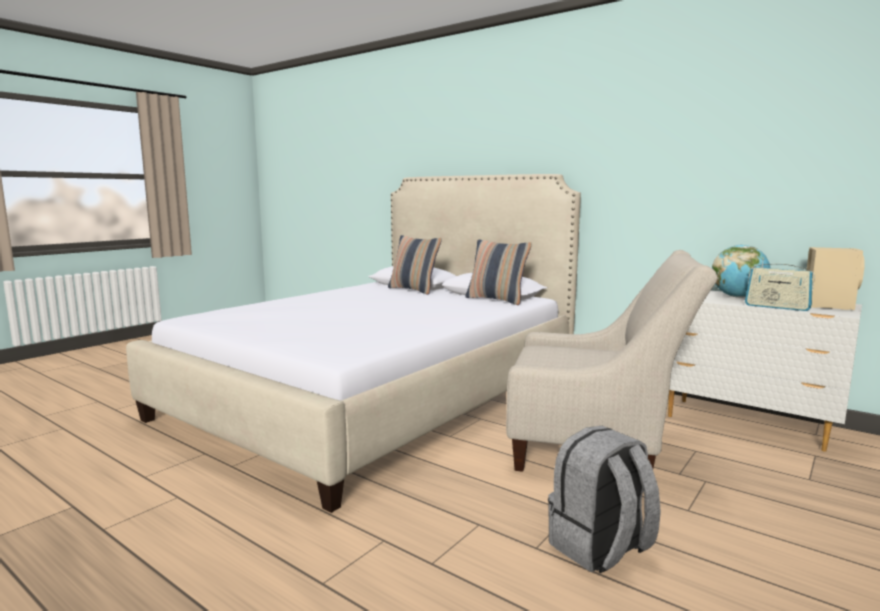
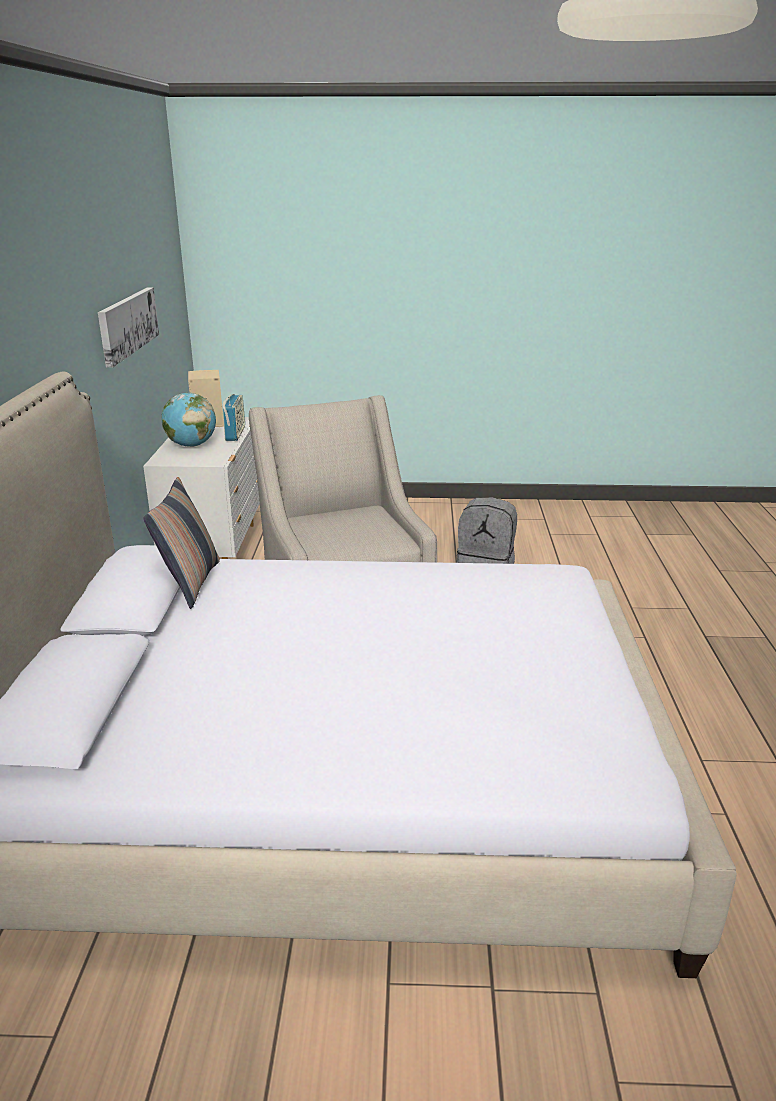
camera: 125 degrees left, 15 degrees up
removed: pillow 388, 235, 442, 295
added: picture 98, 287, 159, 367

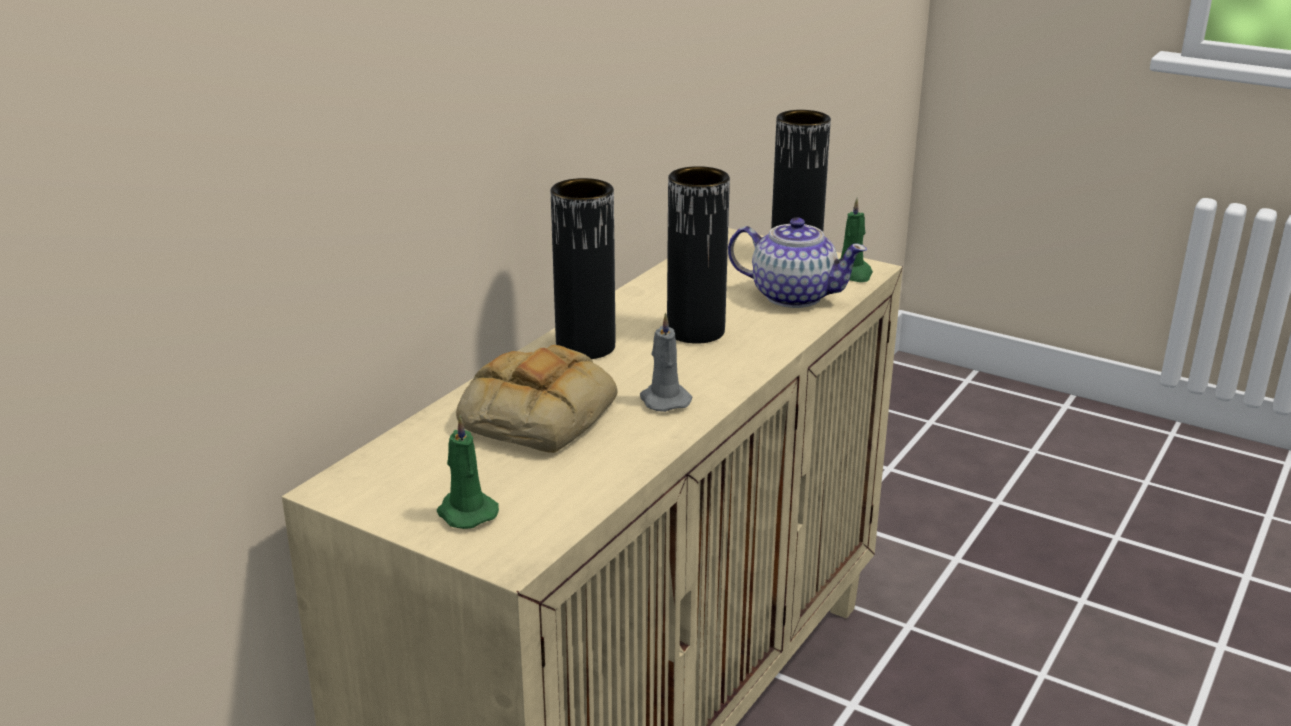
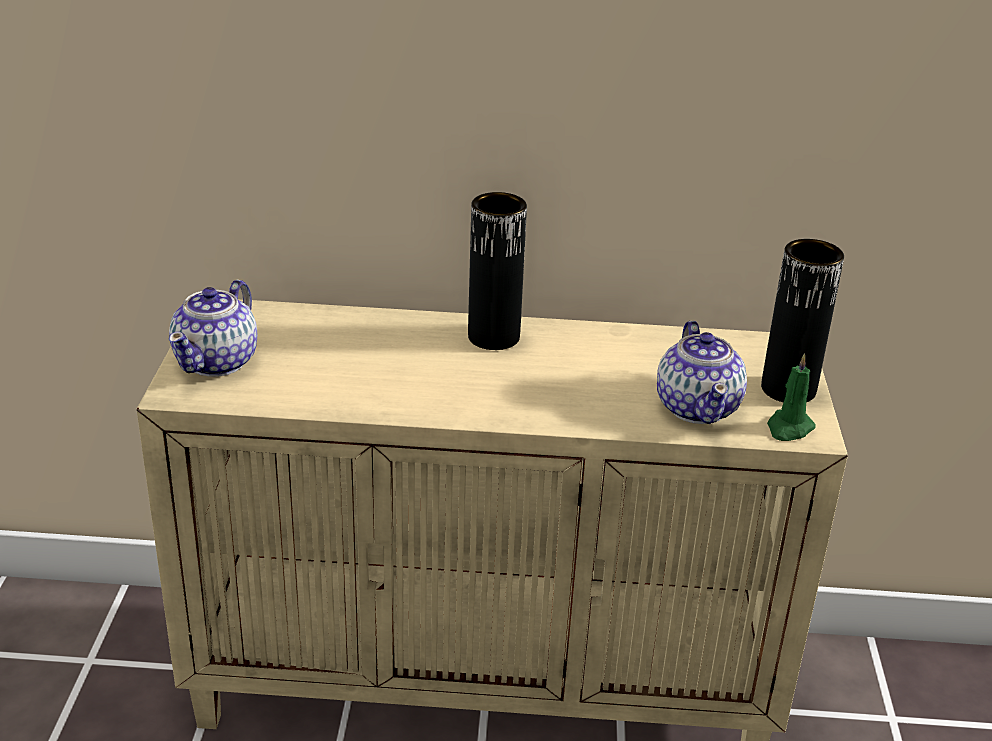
camera: 60 degrees right, 5 degrees up
removed: bread 456, 345, 617, 453; candle in grey 640, 312, 692, 412; vase in black 667, 166, 730, 344
replaced: candle in green 437, 415, 499, 529 to teapot 169, 279, 257, 377

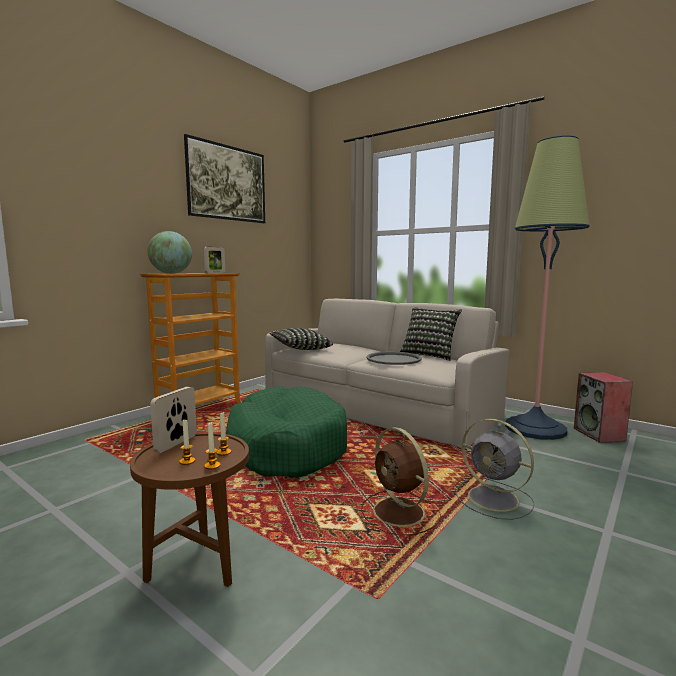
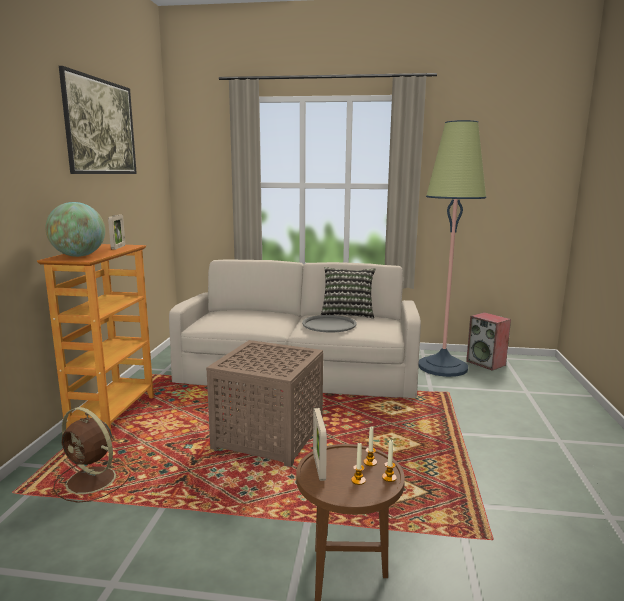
camera: 30 degrees left, 5 degrees up
removed: pillow 269, 328, 333, 350; fan in grey 456, 419, 534, 520
moved: fan in brown 361, 427, 441, 535 to 53, 407, 131, 503
replaced: dog bed in green 226, 386, 347, 478 to side table in brown 206, 340, 323, 467

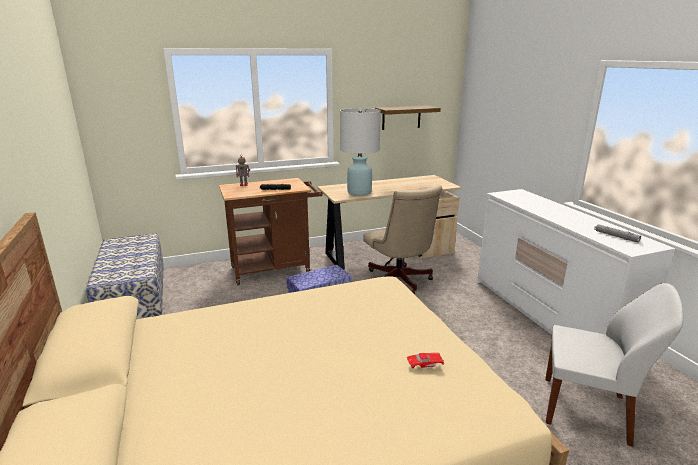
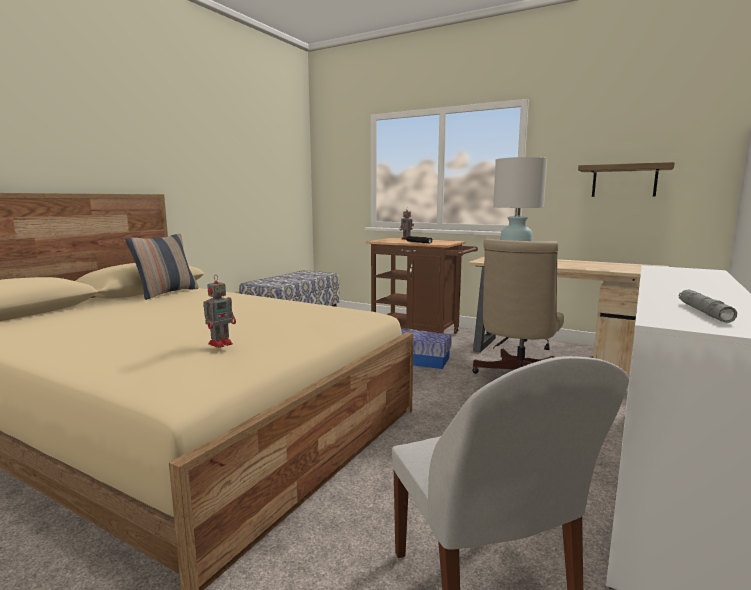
camera: 50 degrees right, 10 degrees down
added: pillow 125, 233, 199, 300
replaced: toy car in red 407, 353, 444, 368 to toy robot 203, 276, 236, 348

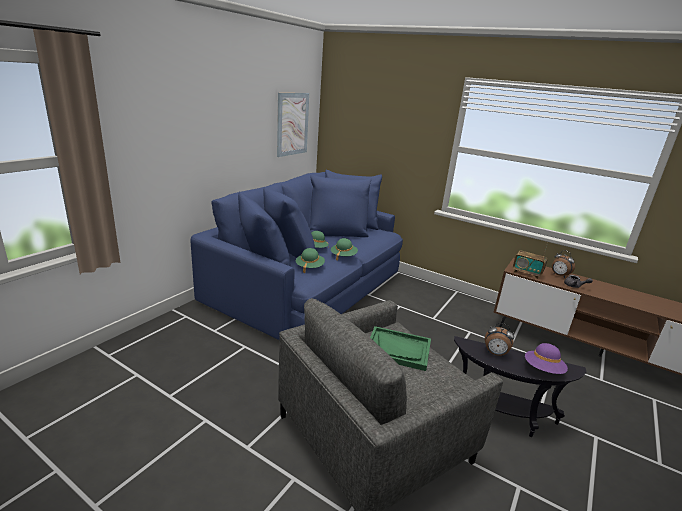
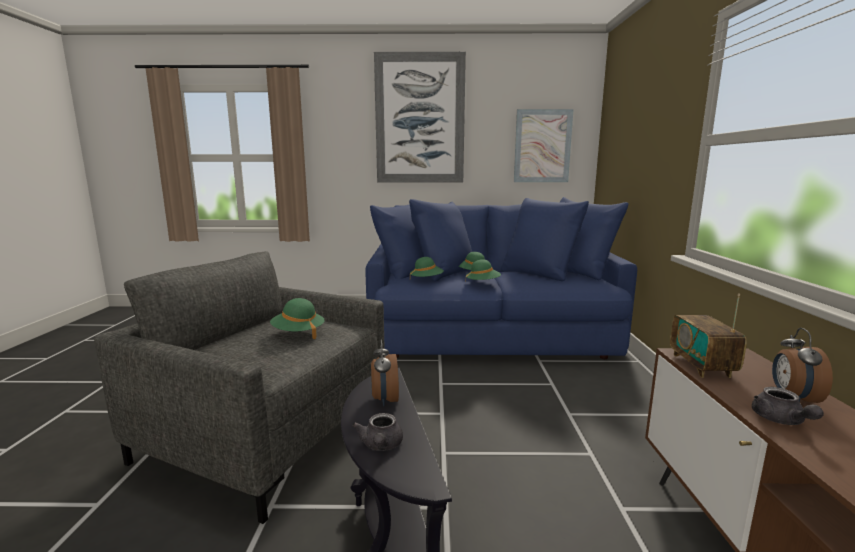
camera: 60 degrees right, 10 degrees down
added: picture 374, 52, 466, 183
replaced: tray in green 370, 326, 431, 371 to hat in green 270, 298, 325, 339; hat in purple 525, 343, 568, 374 to teapot in grey 352, 413, 403, 451

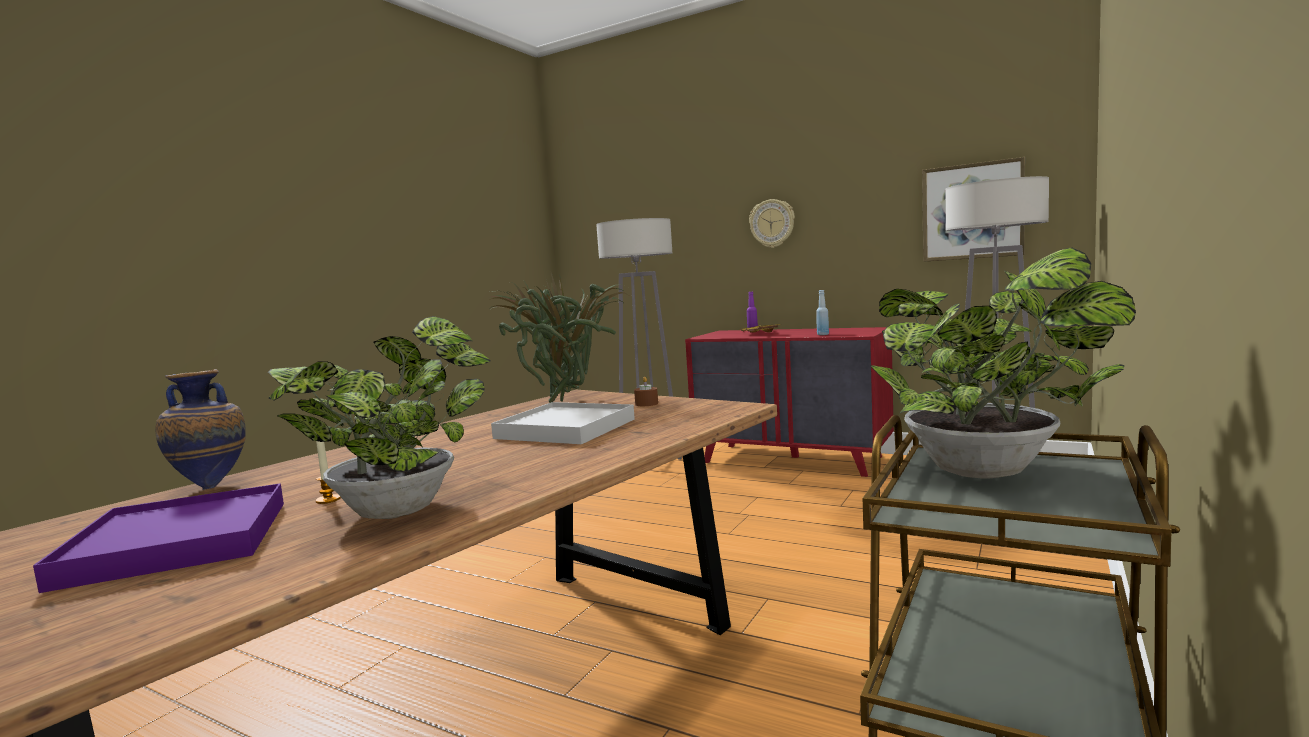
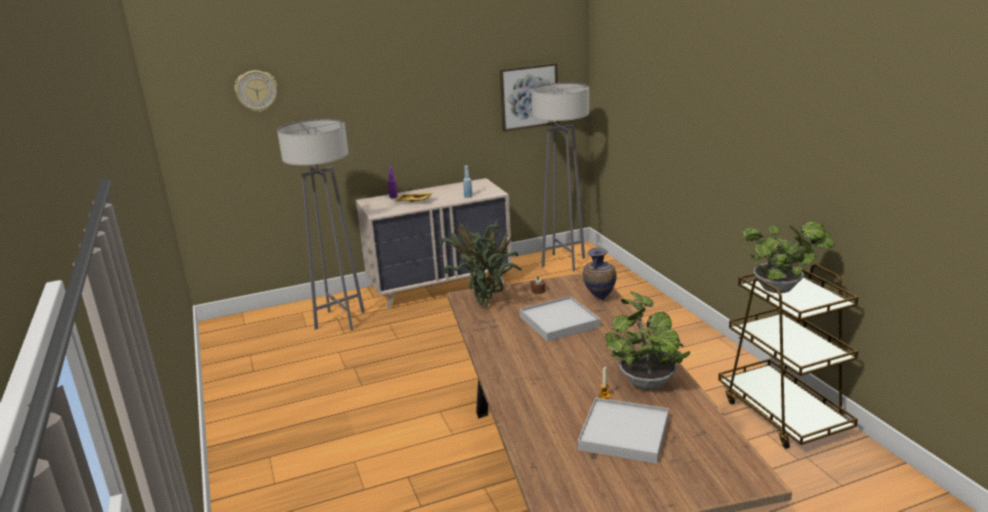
camera: 50 degrees left, 15 degrees up
moved: wall clock 749, 199, 795, 248 to 234, 70, 277, 112; vase 155, 369, 246, 490 to 583, 248, 616, 300
recoloured: dresser in red 685, 327, 894, 477 to dresser in beige 356, 178, 512, 309; tray in purple 33, 483, 284, 593 to tray in white 578, 397, 669, 464

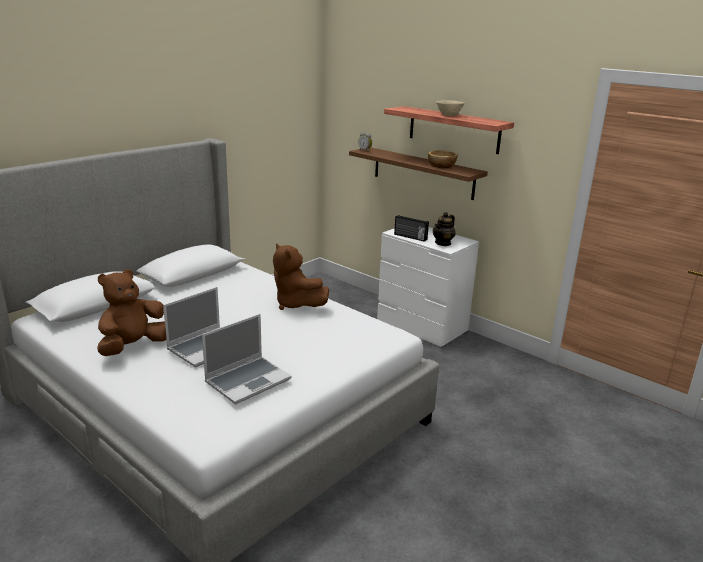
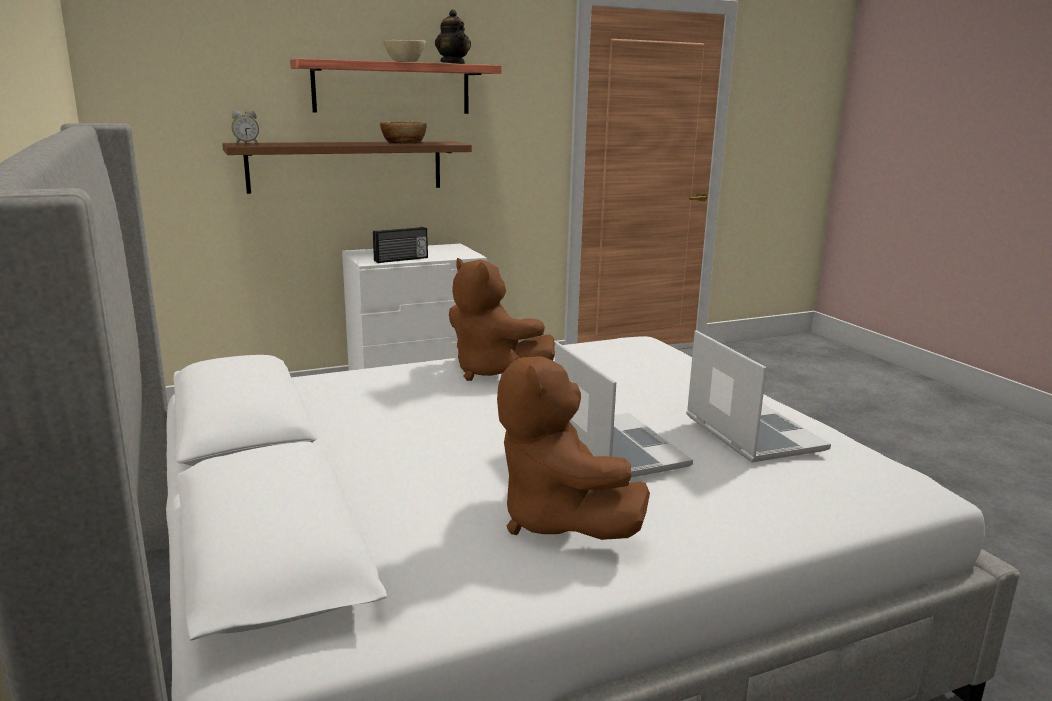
camera: 65 degrees left, 5 degrees down
moved: teapot 433, 212, 456, 246 to 435, 9, 471, 64
turned: plush toy in brown 273, 243, 329, 310 = 449, 258, 555, 381 60 degrees clockwise

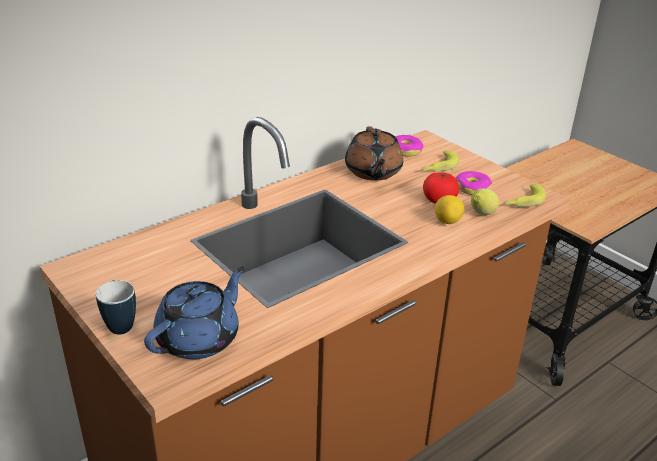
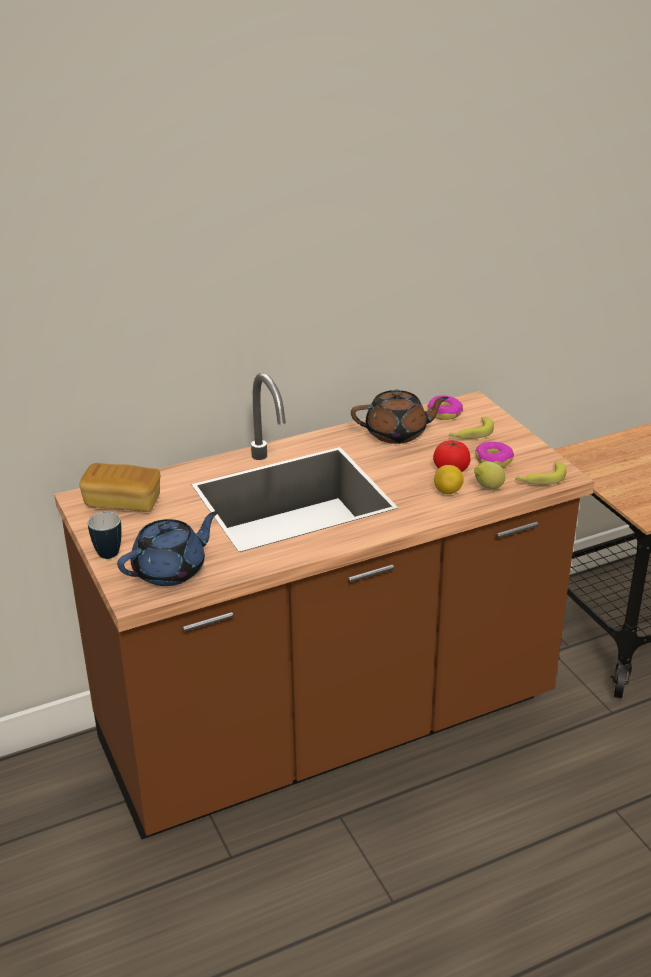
camera: 15 degrees right, 0 degrees up
added: bread 79, 463, 161, 512
turned: teapot in brown 345, 126, 403, 181 = 351, 390, 449, 444 105 degrees counterclockwise

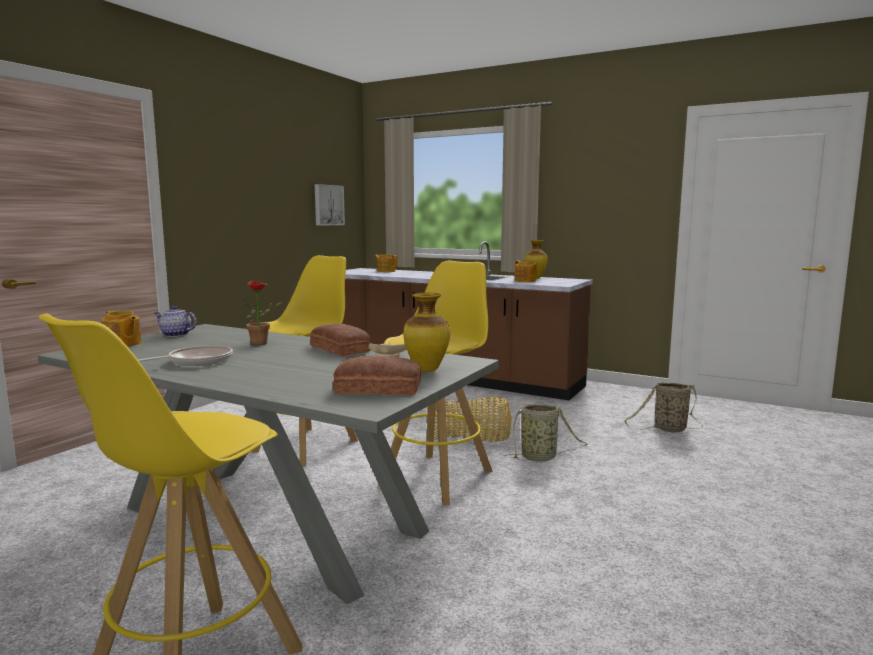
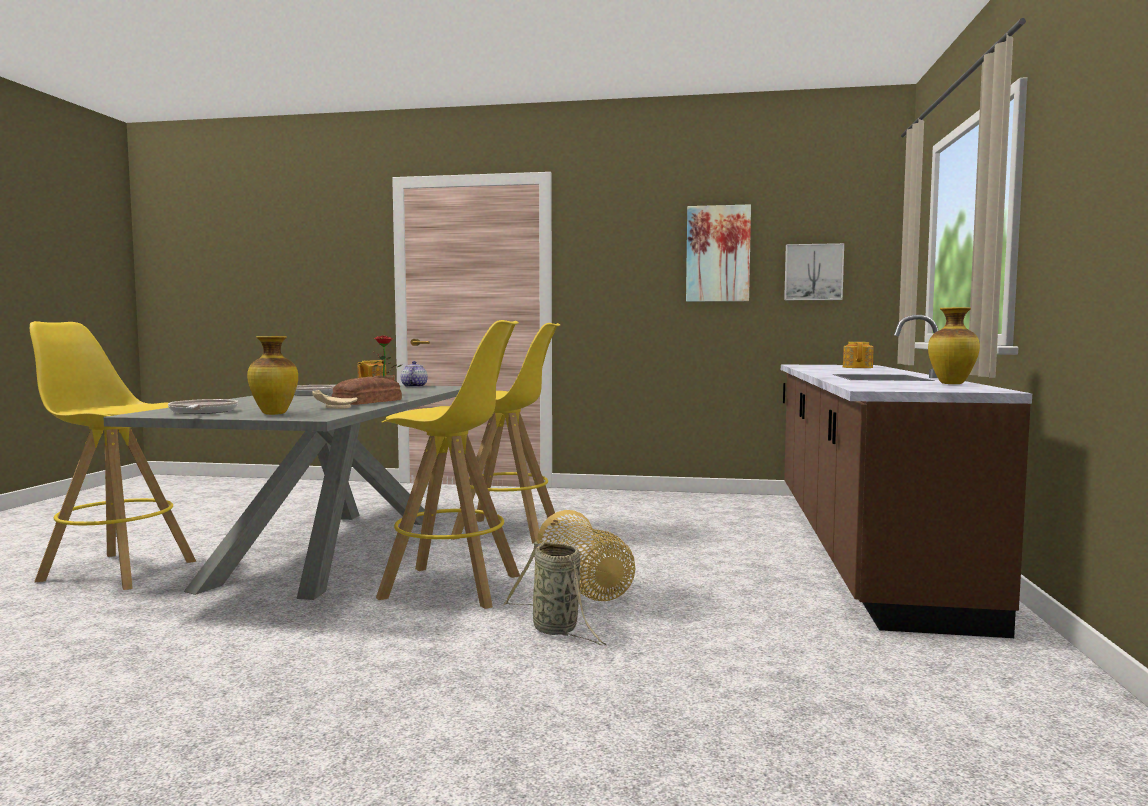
camera: 70 degrees right, 5 degrees down
removed: teapot 515, 261, 538, 282; basket 624, 383, 703, 433
added: picture 686, 204, 751, 302
replaced: bread 333, 356, 421, 395 to frying pan 168, 399, 238, 414

